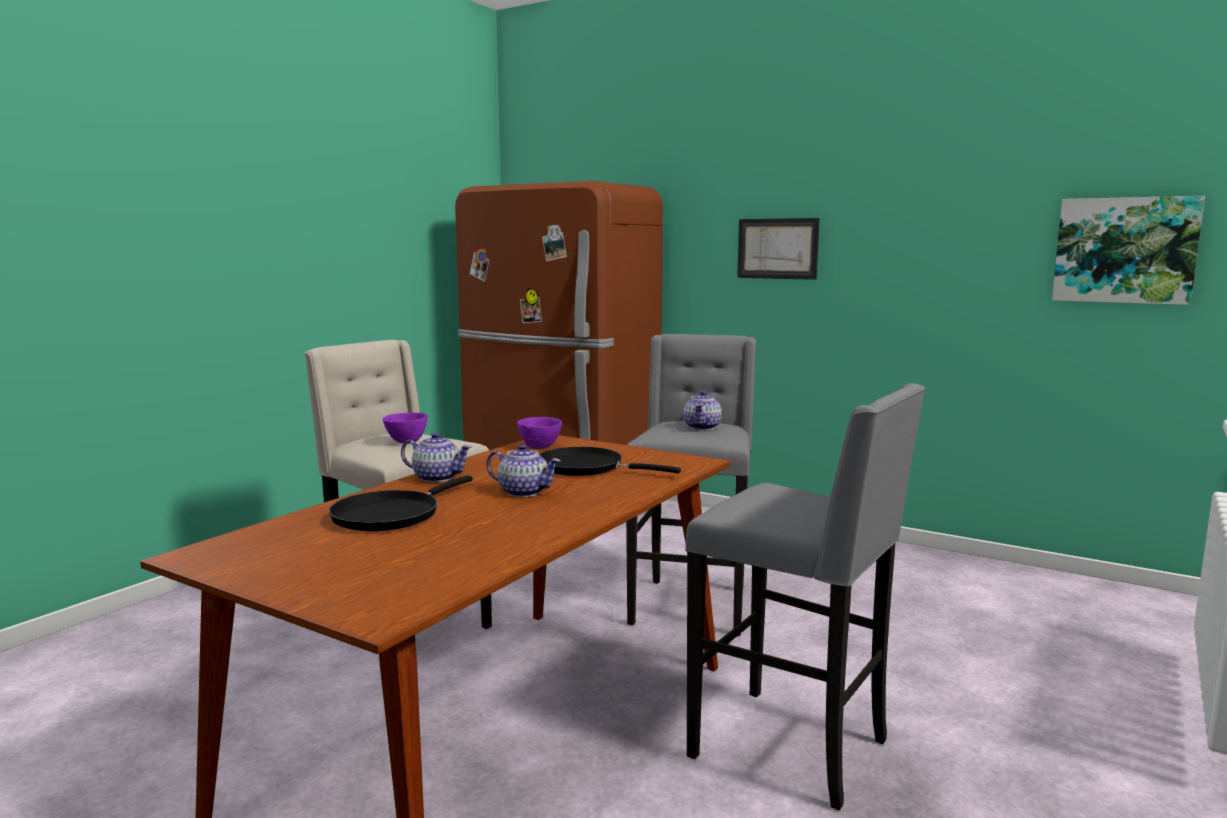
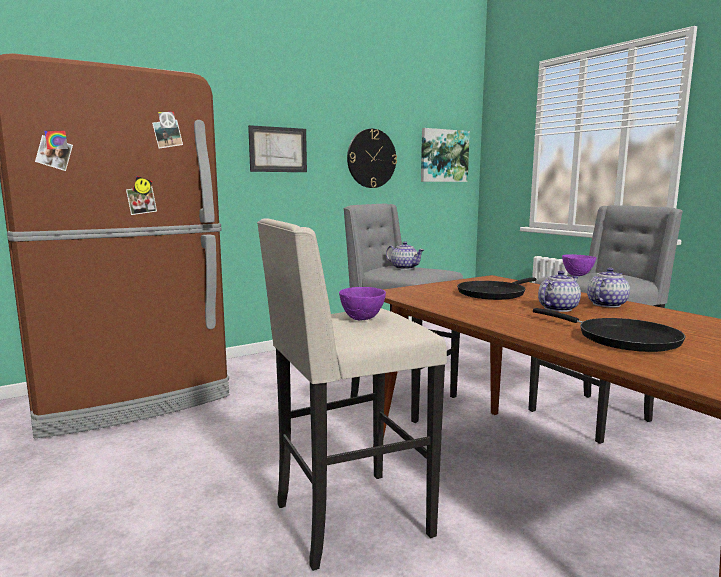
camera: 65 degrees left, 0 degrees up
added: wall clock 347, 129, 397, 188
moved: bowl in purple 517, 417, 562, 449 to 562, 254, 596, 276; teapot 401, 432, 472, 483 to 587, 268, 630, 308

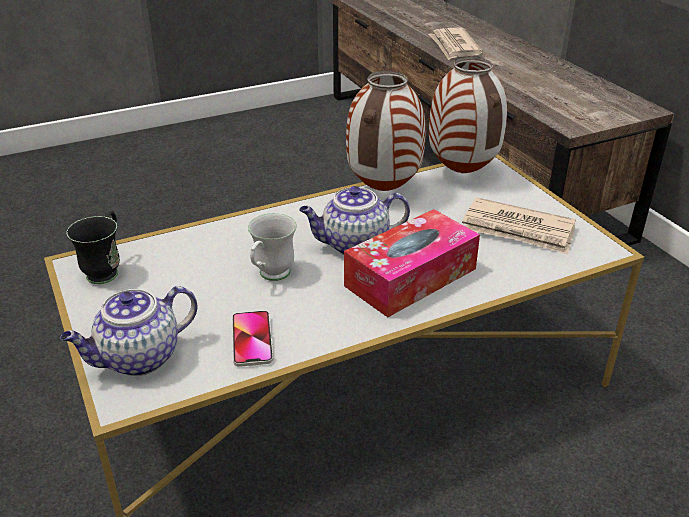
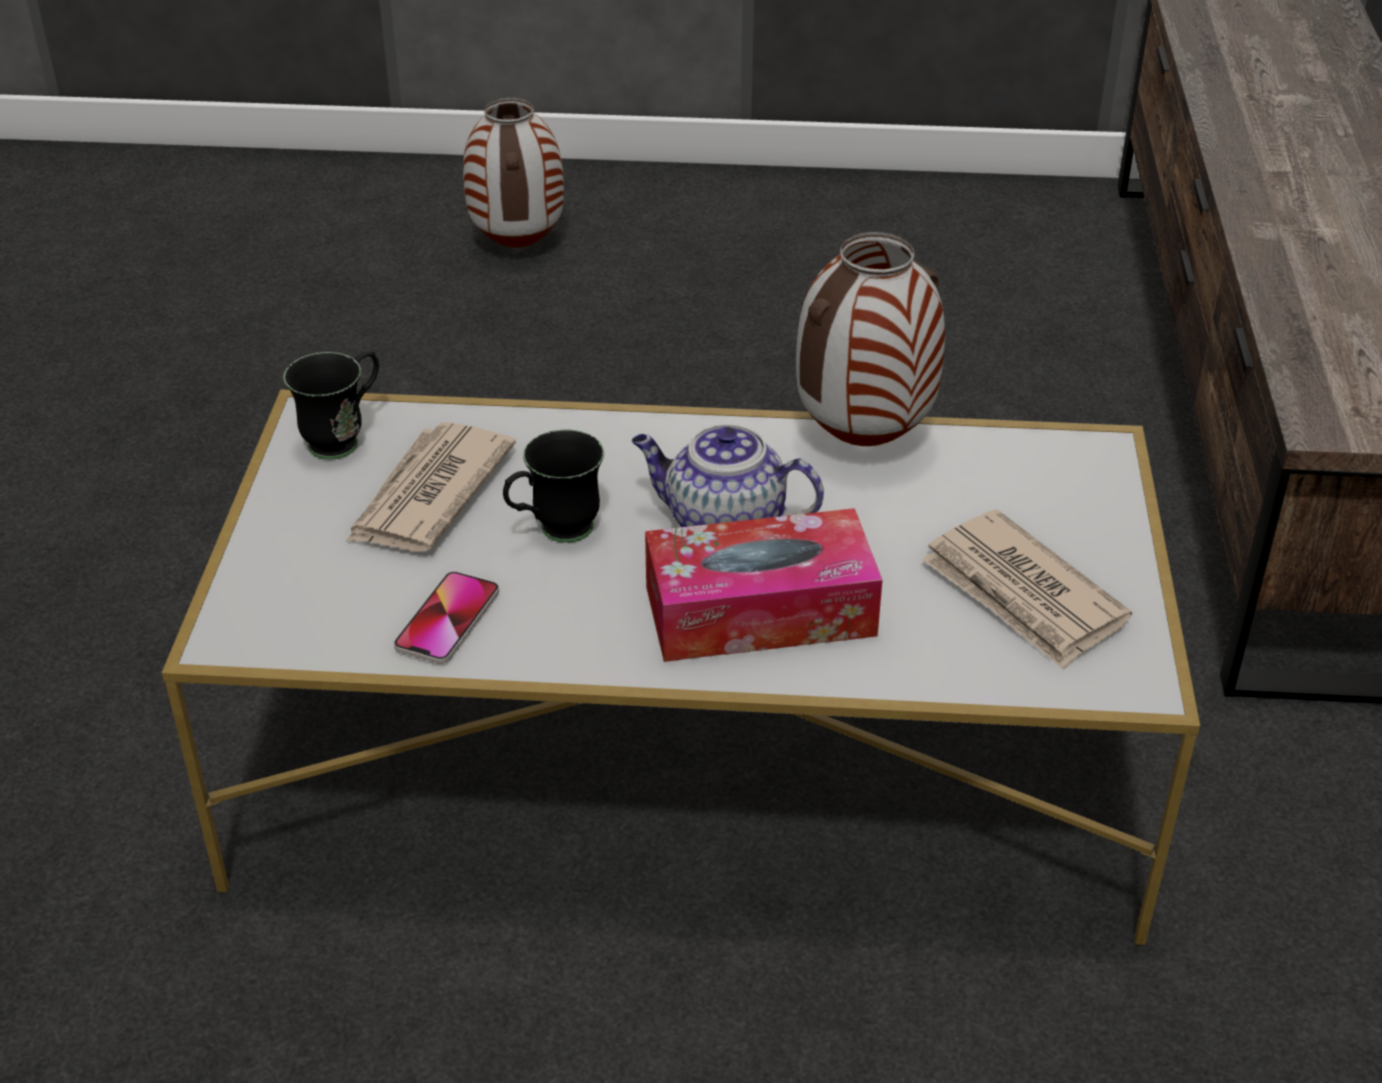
camera: 30 degrees right, 5 degrees up
removed: teapot 60, 286, 198, 376
moved: newspaper 429, 28, 483, 60 to 346, 422, 516, 552; vase 429, 57, 507, 173 to 463, 98, 564, 248
recoloured: mug in white 248, 213, 297, 281 to mug in black 503, 429, 604, 543

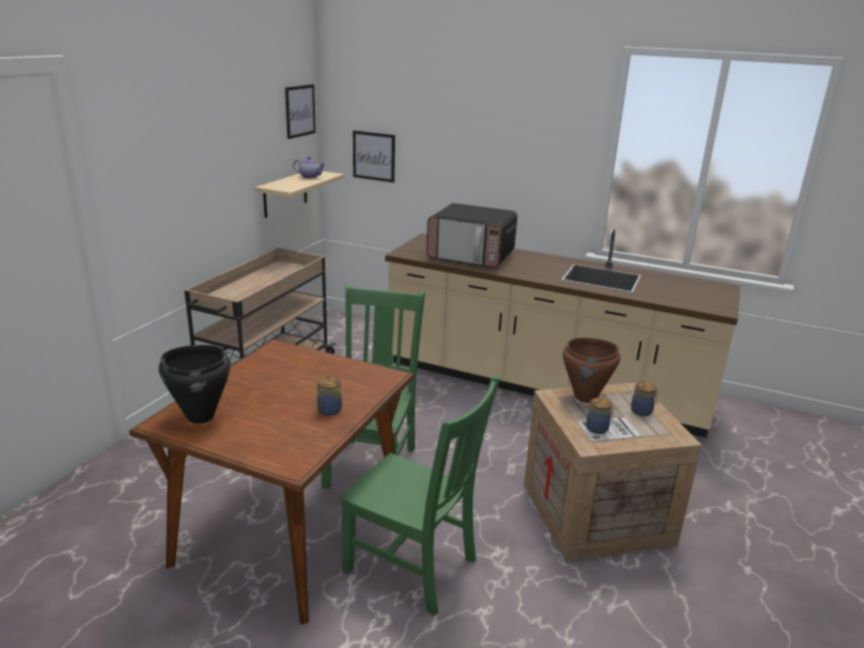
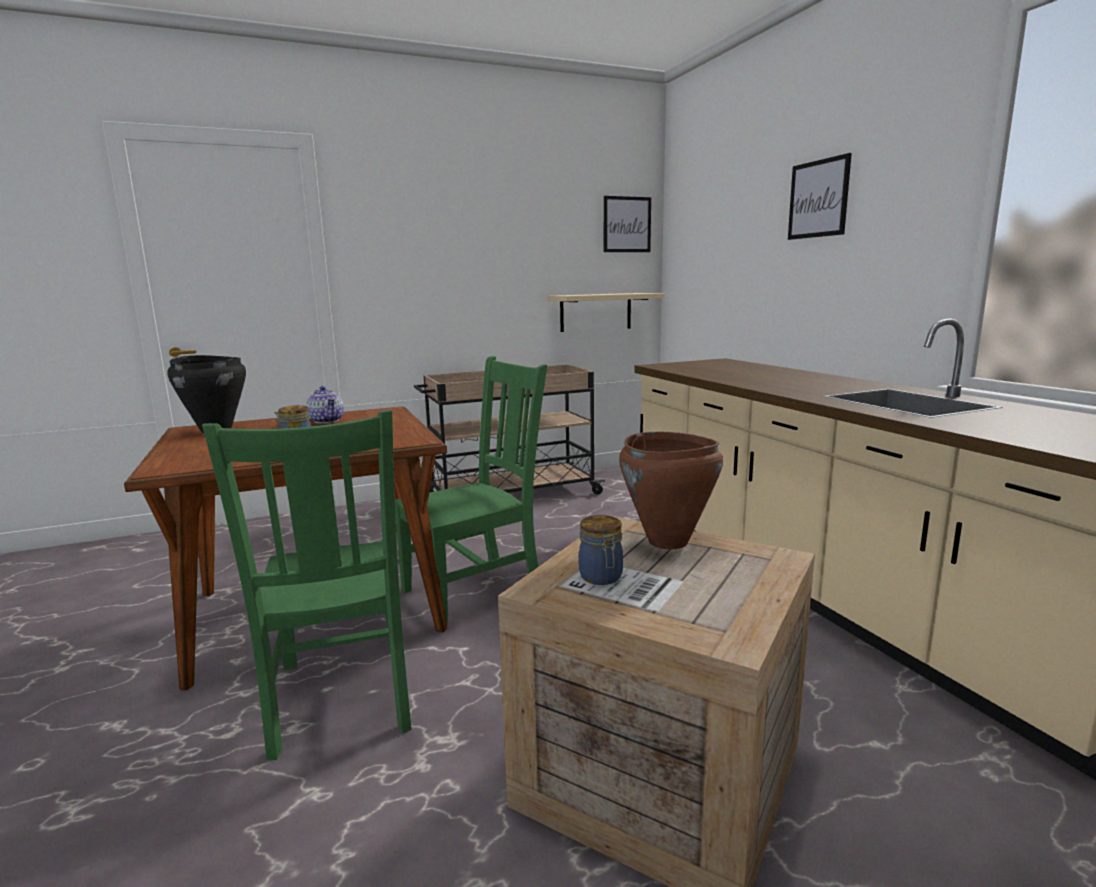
camera: 45 degrees right, 10 degrees down
removed: microwave 426, 203, 517, 268; jar 631, 382, 659, 416
moved: teapot 293, 157, 326, 178 to 306, 386, 344, 423; picture 353, 131, 395, 183 to 788, 153, 852, 240

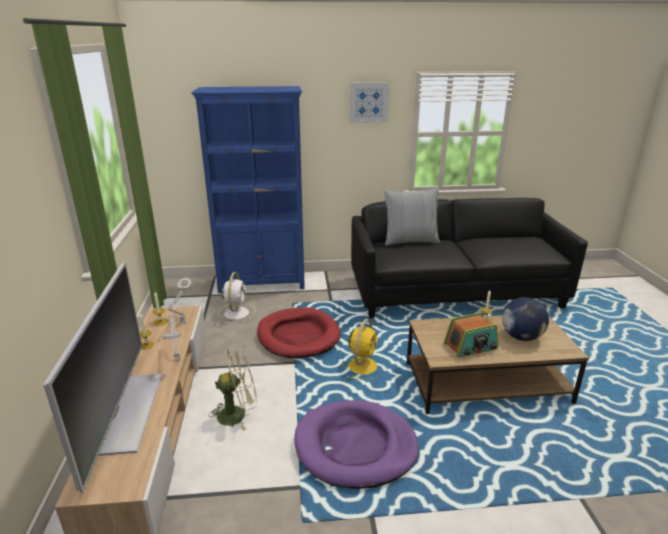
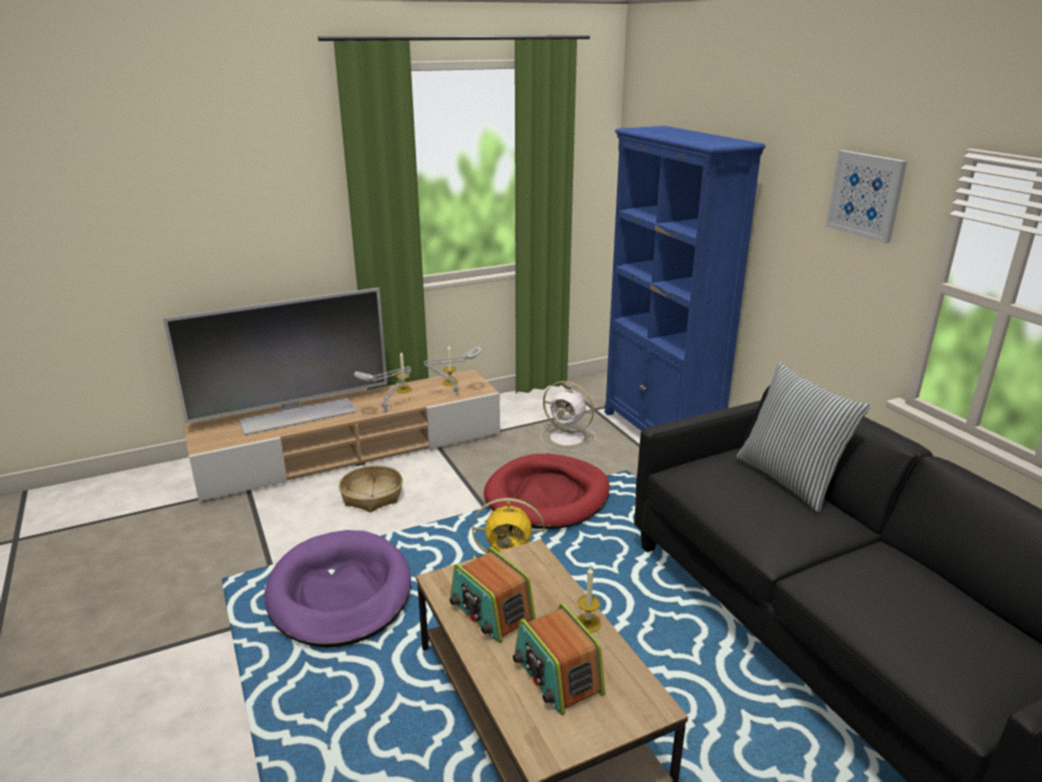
camera: 70 degrees right, 0 degrees up
replaced: fan in green 208, 347, 257, 431 to basket 339, 465, 403, 513; globe 502, 297, 549, 341 to radio 513, 603, 605, 716
turned: fan in white 218, 272, 256, 324 = 540, 381, 596, 451 45 degrees clockwise

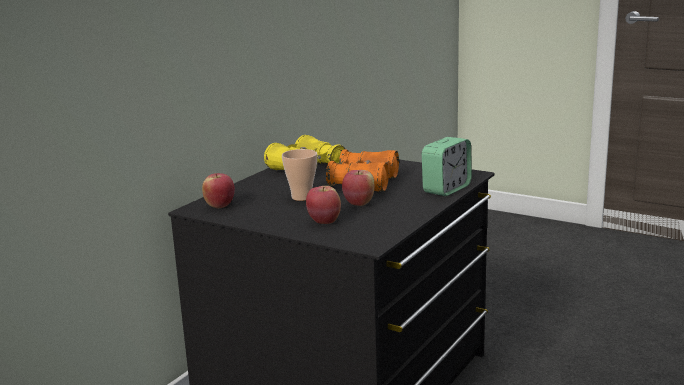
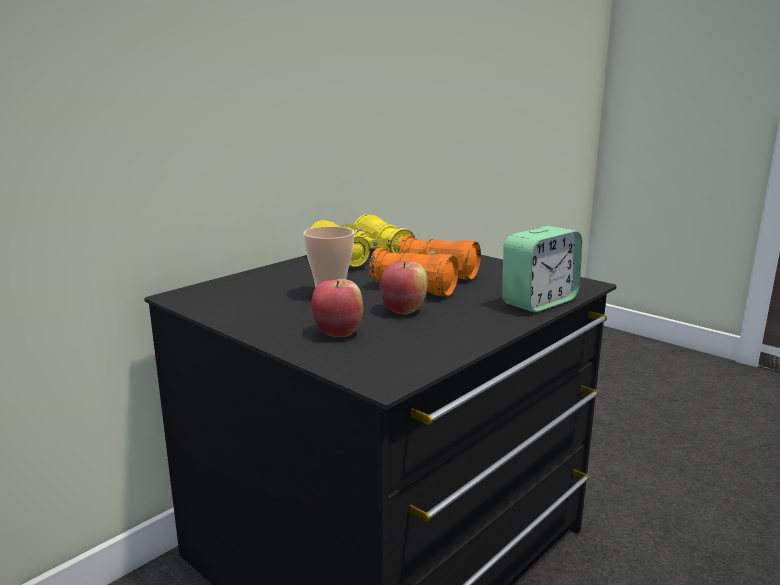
camera: 10 degrees right, 0 degrees up
removed: apple 202, 173, 235, 208

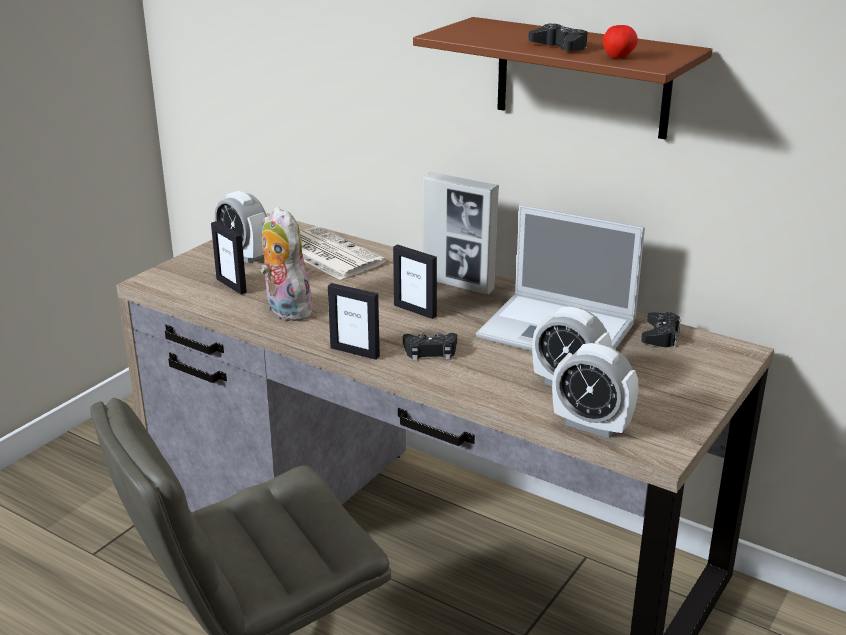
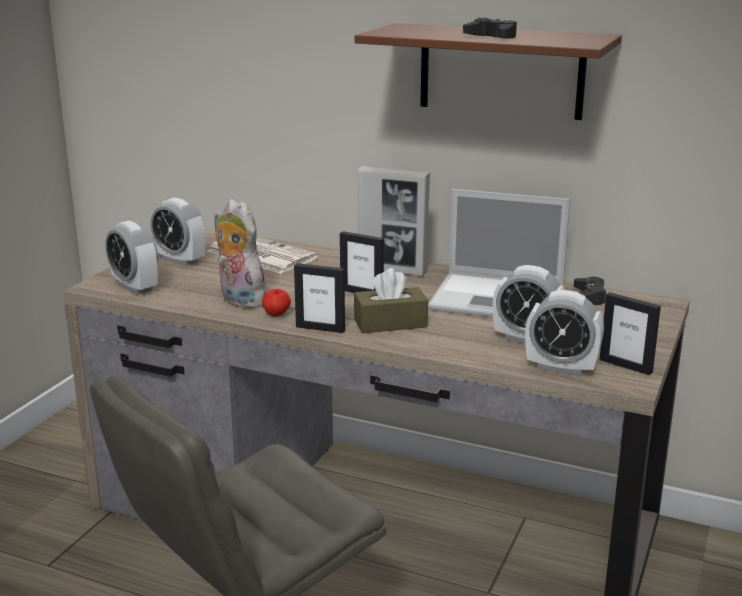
camera: 10 degrees left, 5 degrees down
added: alarm clock 105, 220, 158, 295
moved: apple 603, 25, 638, 58 to 262, 289, 291, 317; picture frame 211, 221, 247, 294 to 600, 292, 661, 375
replaced: game controller in black 403, 333, 457, 361 to tissue box in brown 354, 268, 428, 333

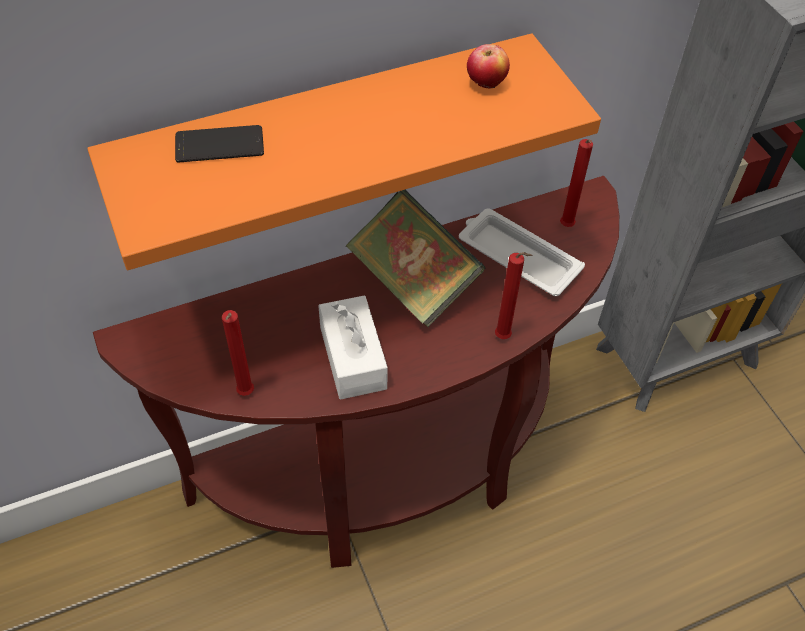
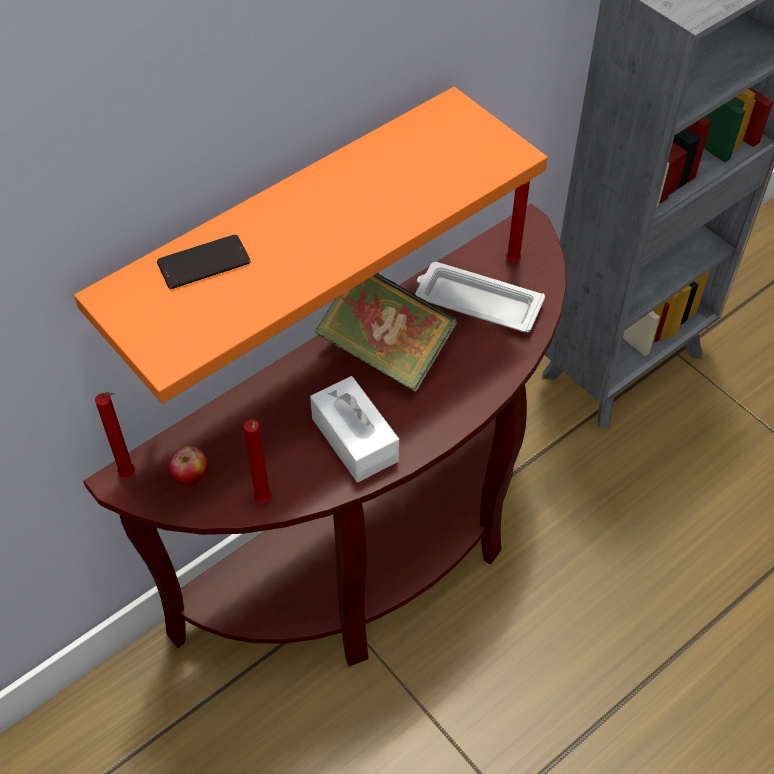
camera: 15 degrees left, 0 degrees up
moved: candle in red 495, 252, 533, 339 to 95, 392, 135, 478; apple 467, 44, 510, 89 to 168, 446, 209, 485

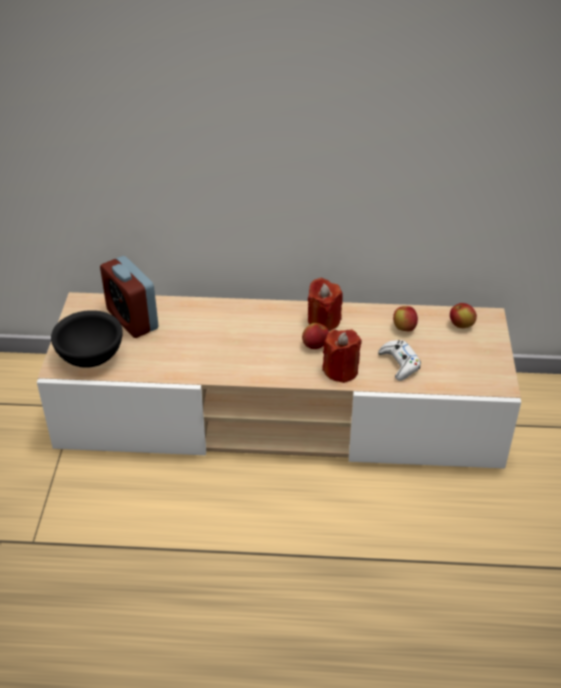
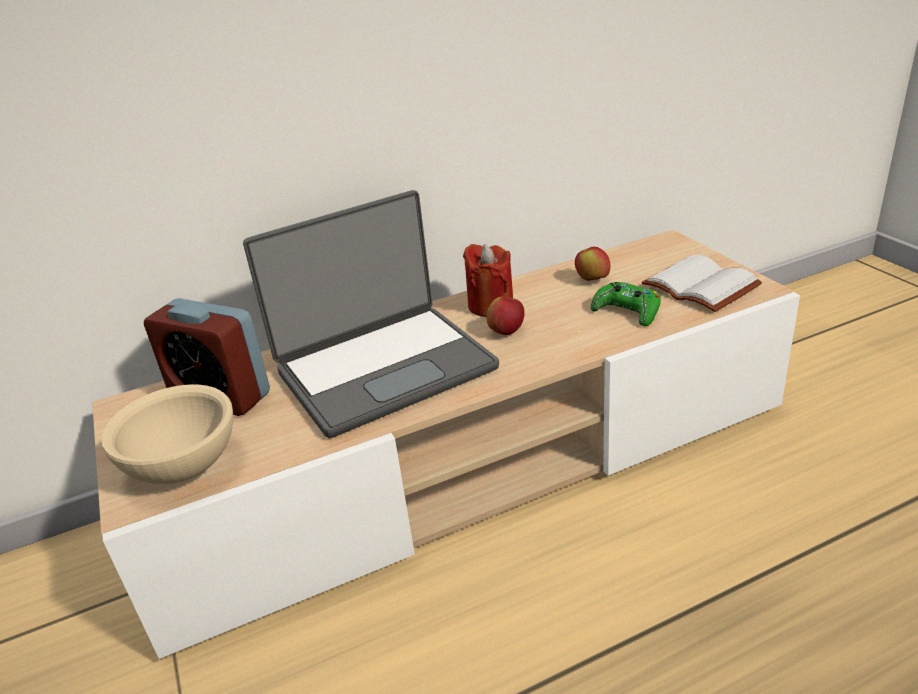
camera: 25 degrees left, 10 degrees down
removed: candle in red 322, 330, 362, 383; apple 450, 303, 477, 328
added: laptop 243, 190, 499, 438; book in white 642, 254, 762, 312
recoloured: bowl in black 51, 310, 123, 368 to bowl in beige 101, 385, 233, 484; game controller in white 378, 340, 421, 381 to game controller in green 591, 282, 661, 326

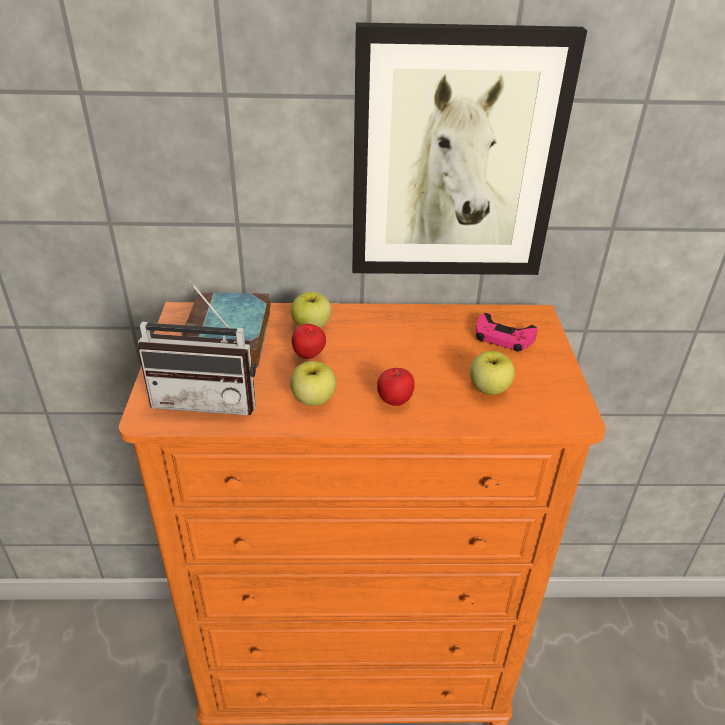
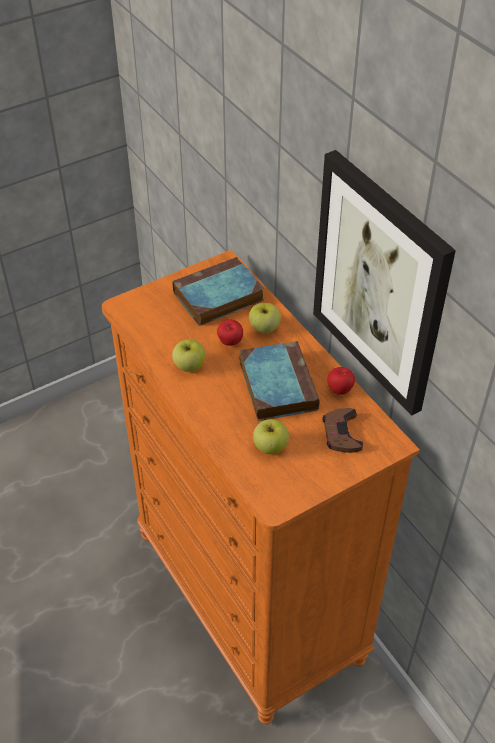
camera: 60 degrees right, 10 degrees up
removed: radio 138, 280, 256, 415
added: book 239, 341, 320, 421
moved: apple 377, 368, 415, 406 to 327, 367, 355, 395
recoloured: game controller in pink 476, 313, 538, 351 to game controller in brown 322, 408, 363, 453

